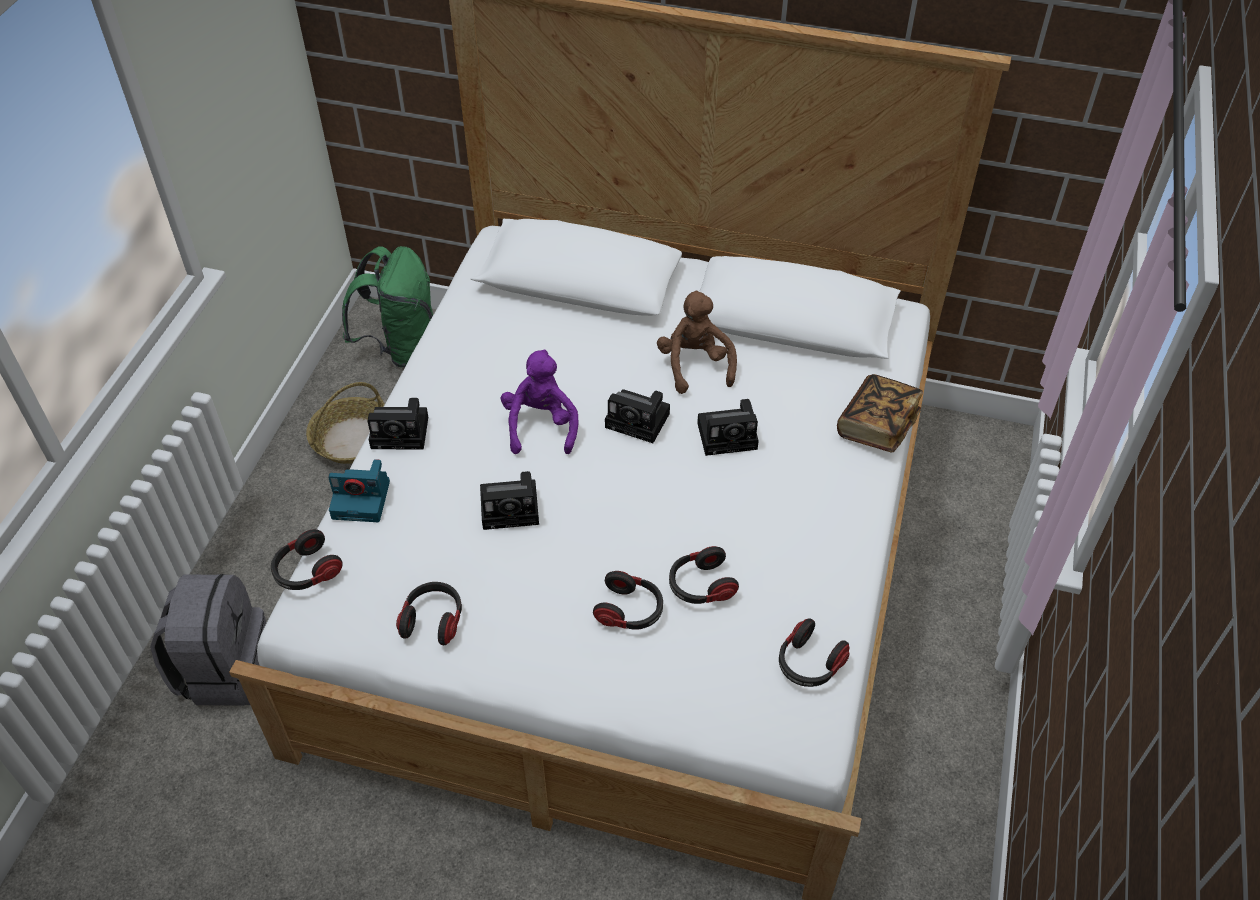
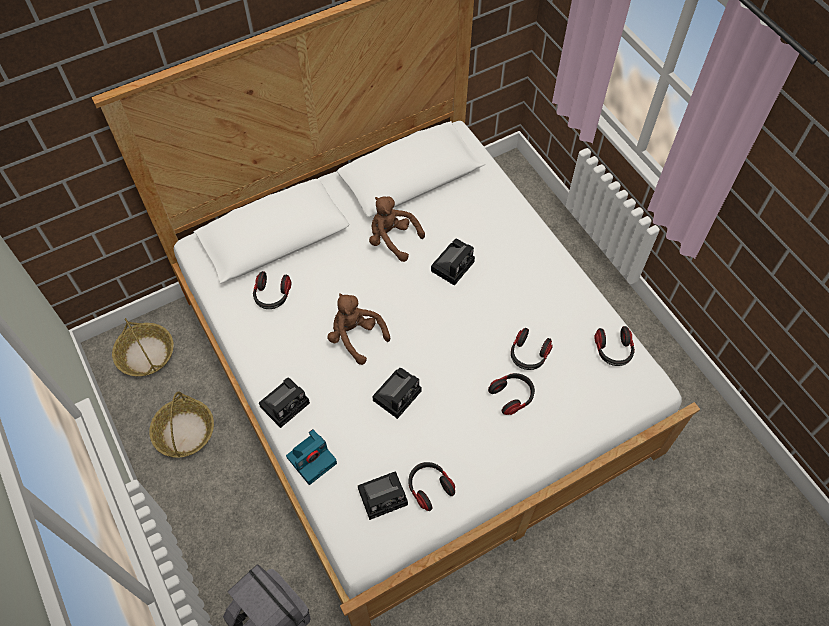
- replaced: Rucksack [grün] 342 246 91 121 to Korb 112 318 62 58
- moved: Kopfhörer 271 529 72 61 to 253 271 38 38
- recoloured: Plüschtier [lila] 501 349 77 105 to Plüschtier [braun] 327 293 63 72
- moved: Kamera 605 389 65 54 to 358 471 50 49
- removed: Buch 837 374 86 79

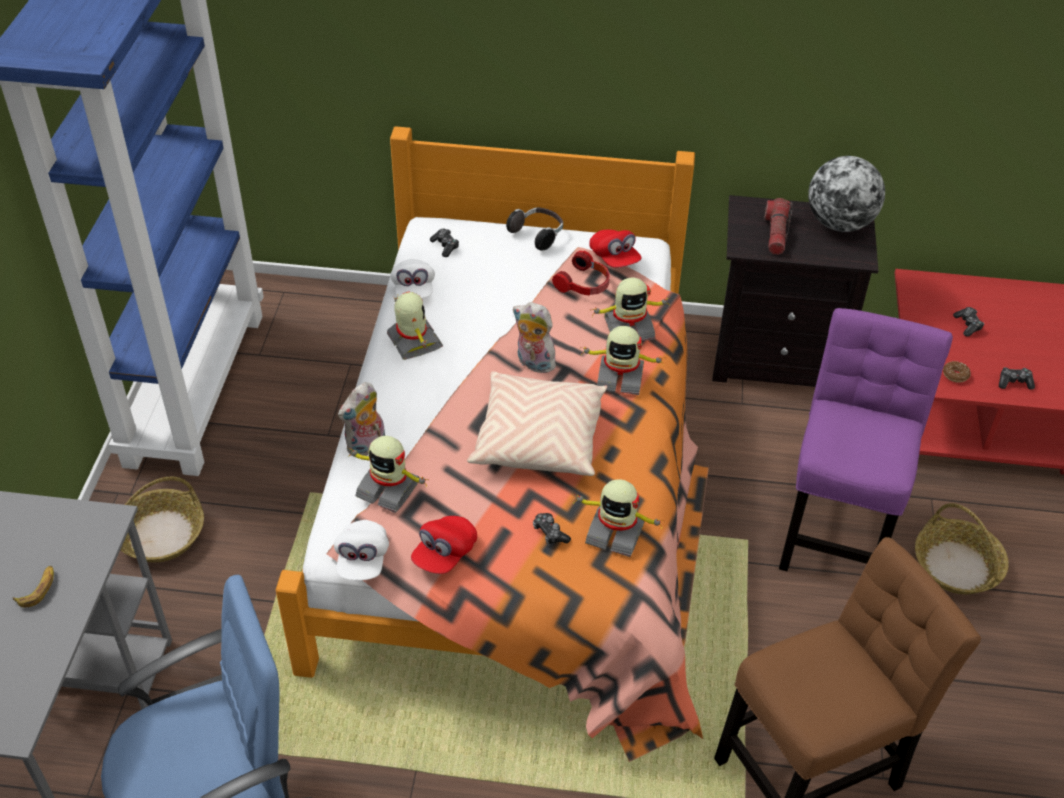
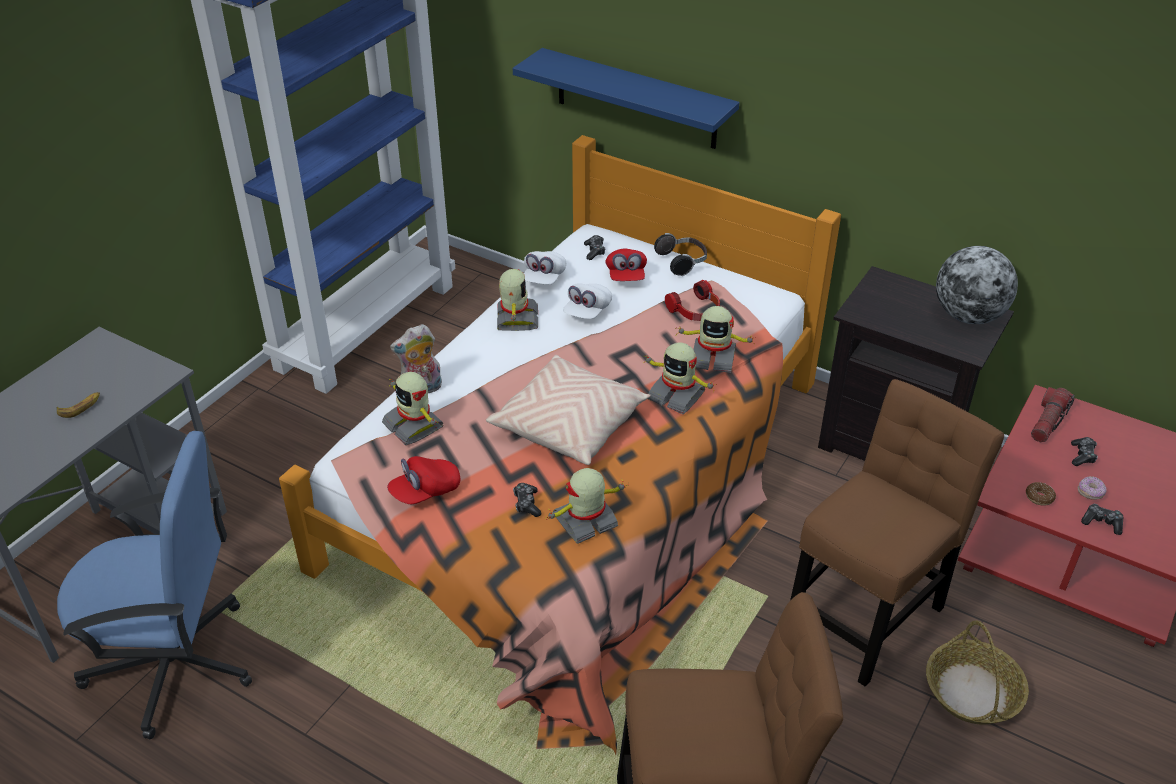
- added: Wandregal [blau] 513 48 226 101
- turned: Spielzeugroboter 574 479 91 78 = 545 468 84 76 105 degrees clockwise
- moved: Kappe [weiß] 334 520 55 60 to 563 283 49 36
- moved: Kappe [rot] 589 229 53 39 to 605 249 42 32
- recoloured: Stuhl [lila] 779 308 174 263 to Stuhl [braun] 790 379 214 308
- moved: Taschenlampe 764 198 29 57 to 1031 387 44 55
- added: Donut 1078 476 29 24
- removed: Korb 121 477 83 86
- removed: Plüschtier 513 302 46 71

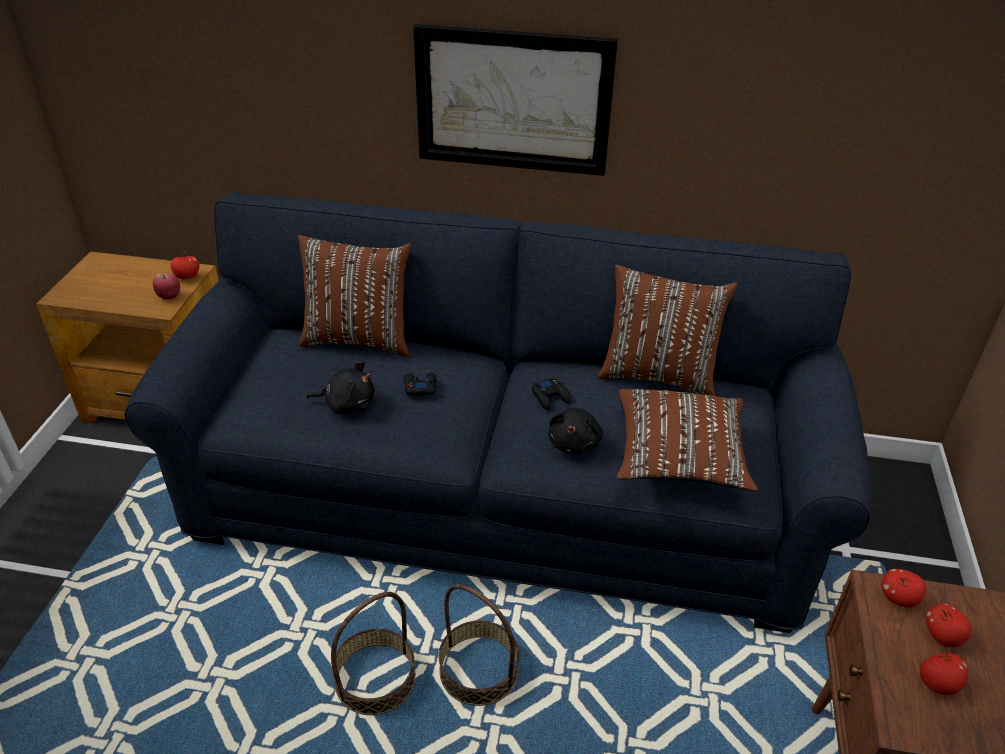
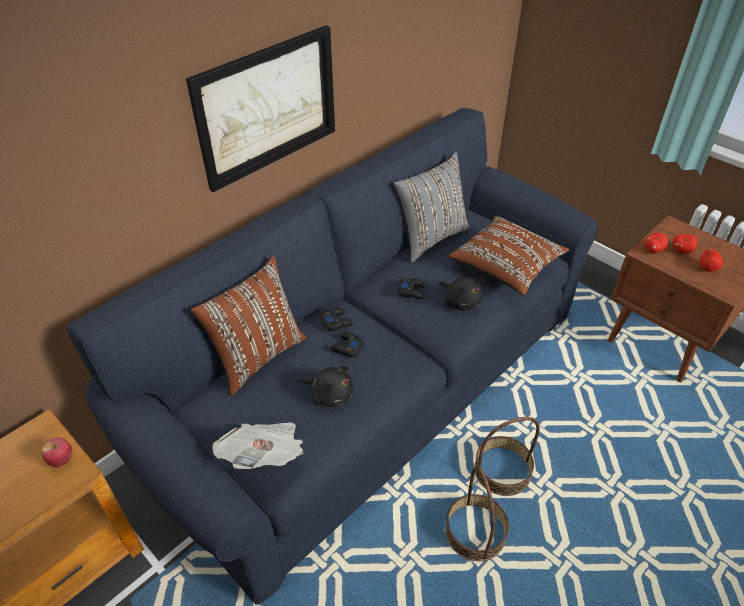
- added: Zeitung 212 422 92 47
- turned: Plüschtier [schwarz] 306 361 69 53 = 298 366 56 41 75 degrees clockwise
- added: Gamepad [schwarz] 320 307 33 24
- recoloured: Kissen [braun] 597 265 140 131 to Kissen [grau] 393 152 77 110
- removed: Apfel 171 252 28 28

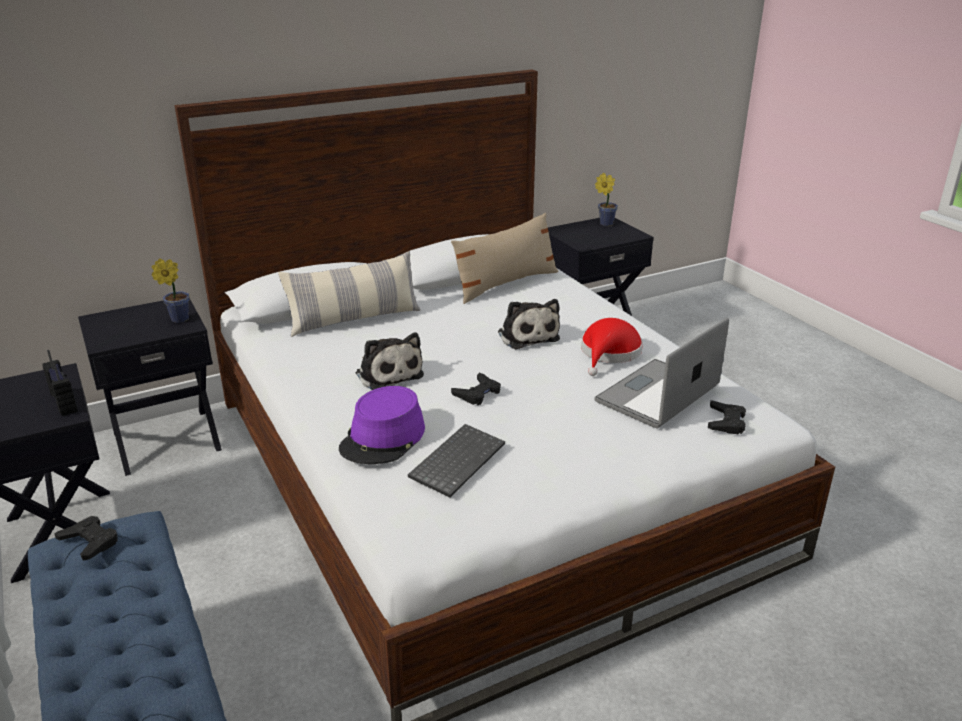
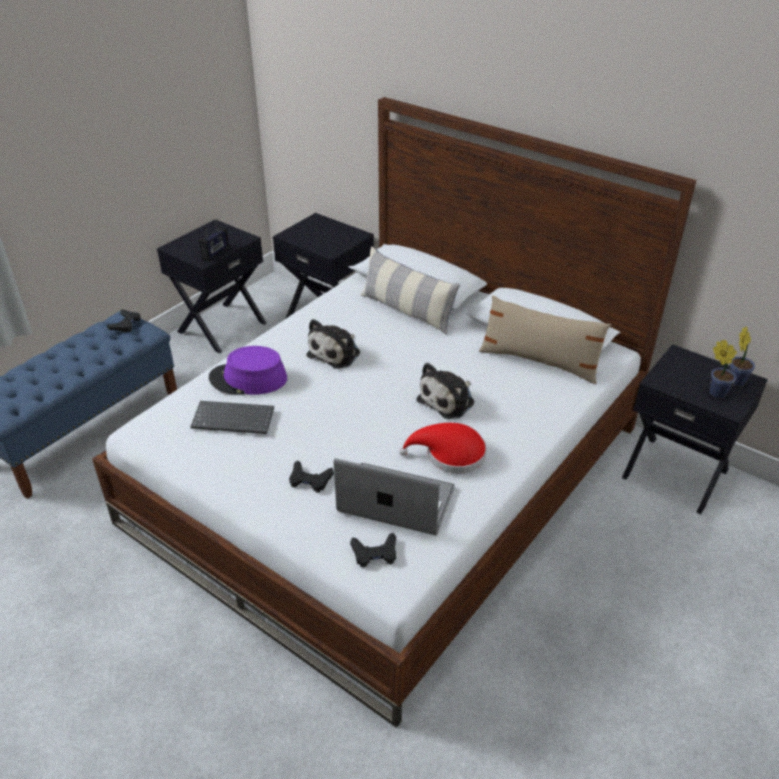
- moved: Gamepad [schwarz] 451 373 50 32 to 289 460 45 33
- moved: Topfpflanze 152 258 38 65 to 710 340 27 58

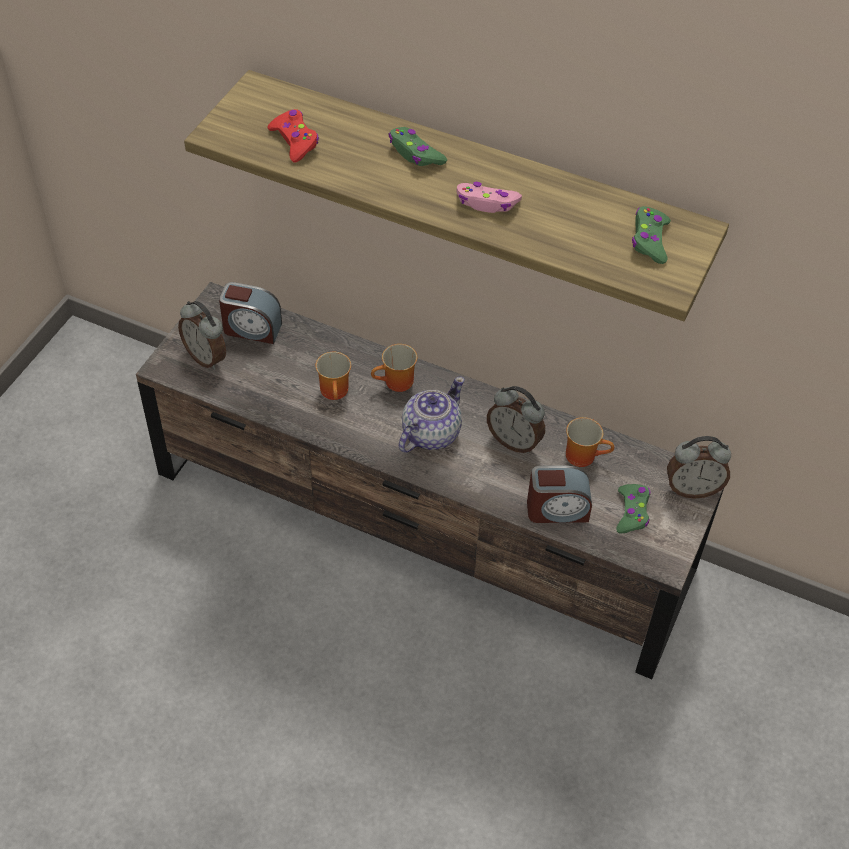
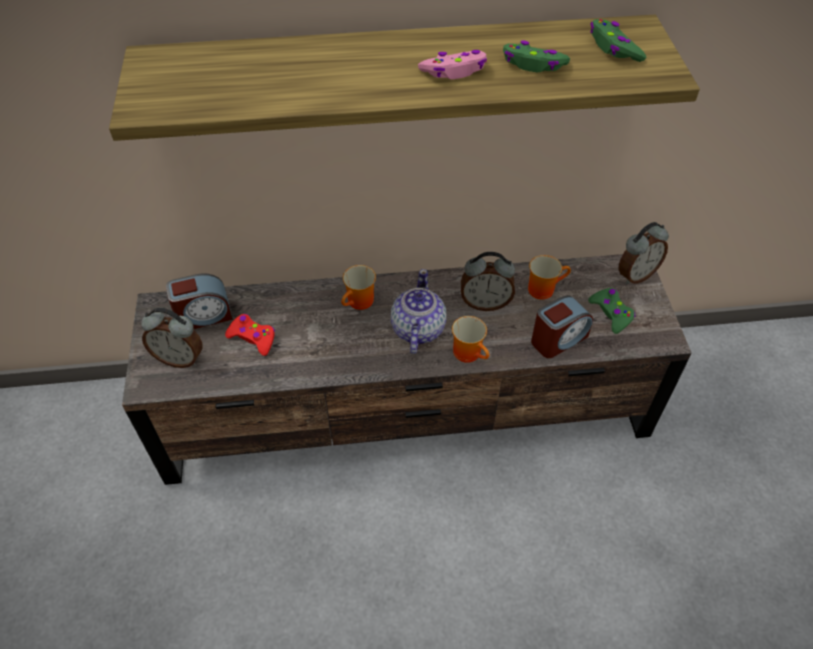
- moved: Gamepad [rot] 267 109 52 54 to 225 314 50 42
- moved: Henkelbecher 315 352 36 48 to 452 316 37 47
- moved: Gamepad [grün] 389 127 58 39 to 503 40 67 32

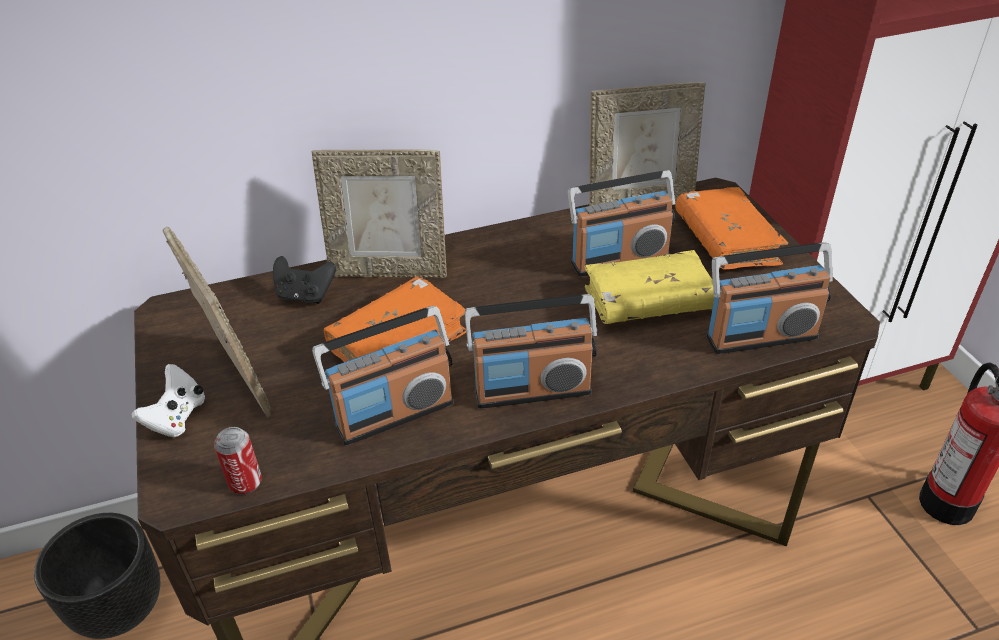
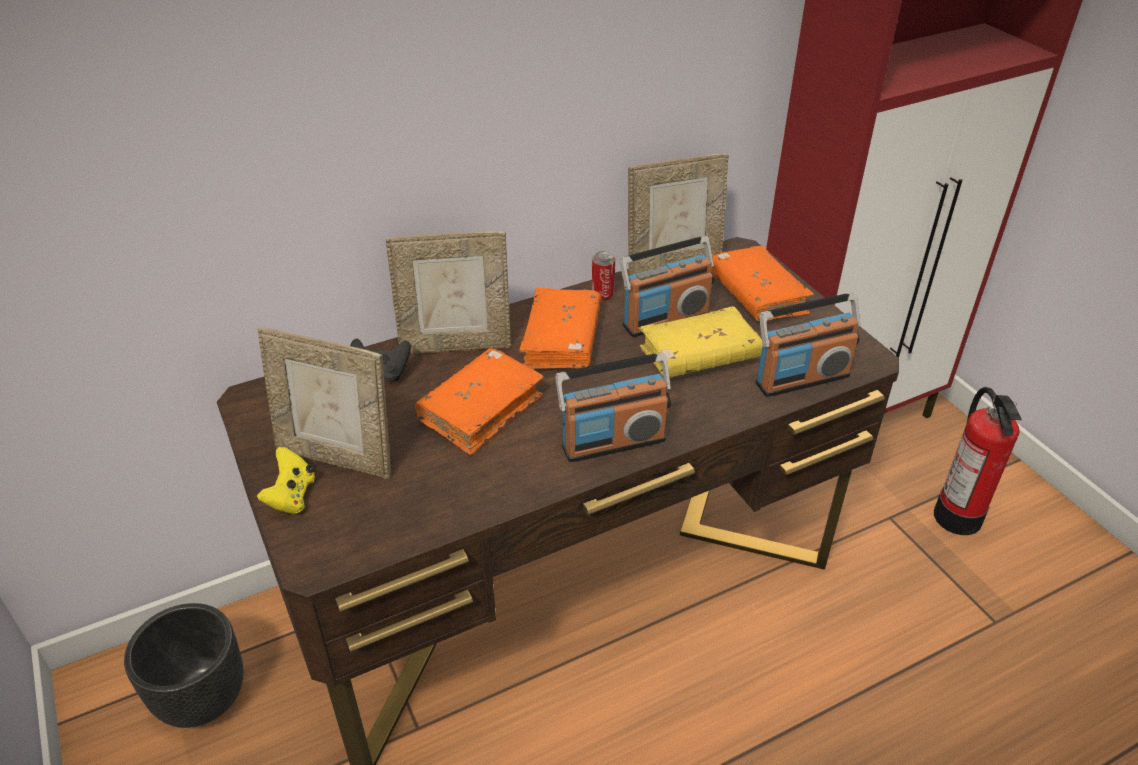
- recoloured: Gamepad [weiß] 131 364 74 73 to Gamepad [gelb] 257 447 58 67
- turned: Bilderrahmen 163 227 109 190 = 258 327 133 152 150 degrees clockwise
- added: Buch [orange] 519 288 82 82
- moved: Dose 214 427 48 68 to 592 251 23 50
- removed: Radio 312 306 142 139

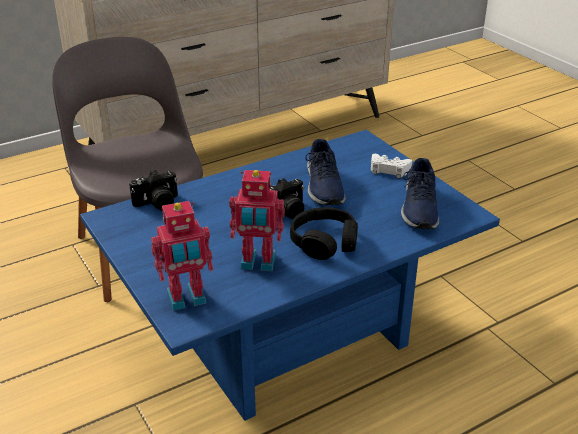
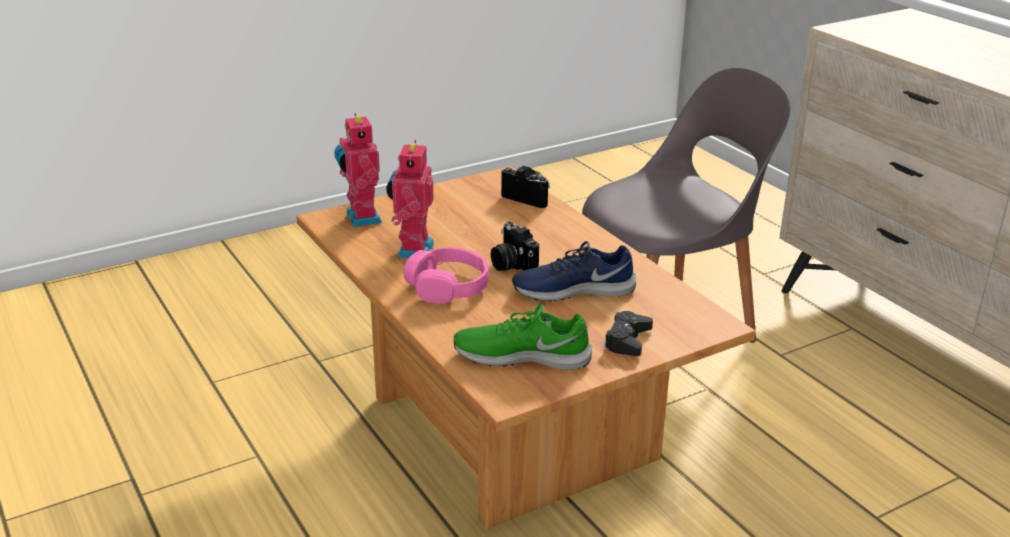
- recoloured: Couchtisch [blau] 80 130 420 291 to Couchtisch [braun] 296 166 459 363
- recoloured: Kopfhörer [schwarz] 290 207 68 53 to Kopfhörer [rosa] 403 247 86 57
- recoloured: Schuh [blau] 401 158 38 71 to Schuh [grün] 454 304 138 66
- turned: Kamera 129 170 49 41 = 501 166 49 42 150 degrees clockwise
- recoloured: Gamepad [weiß] 371 154 41 24 to Gamepad [schwarz] 604 311 49 45

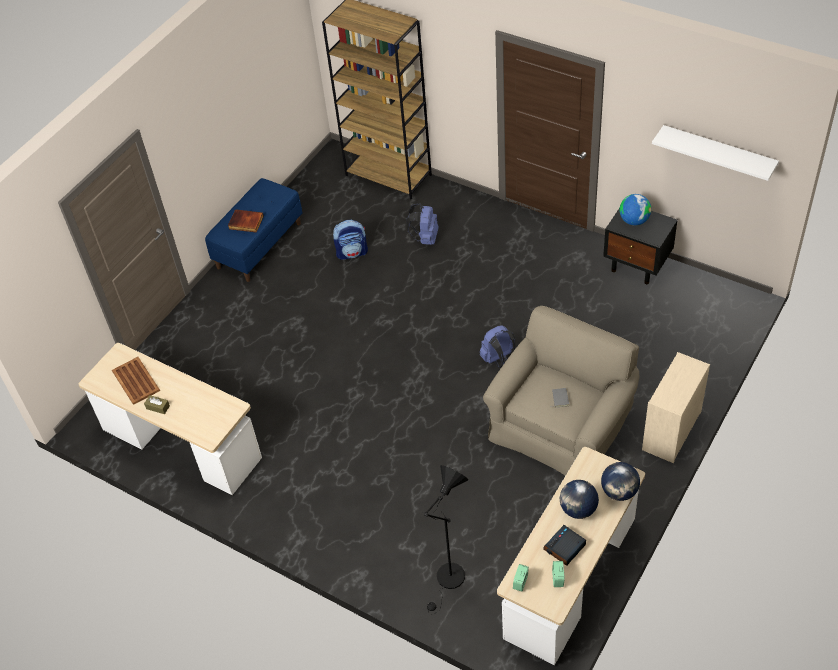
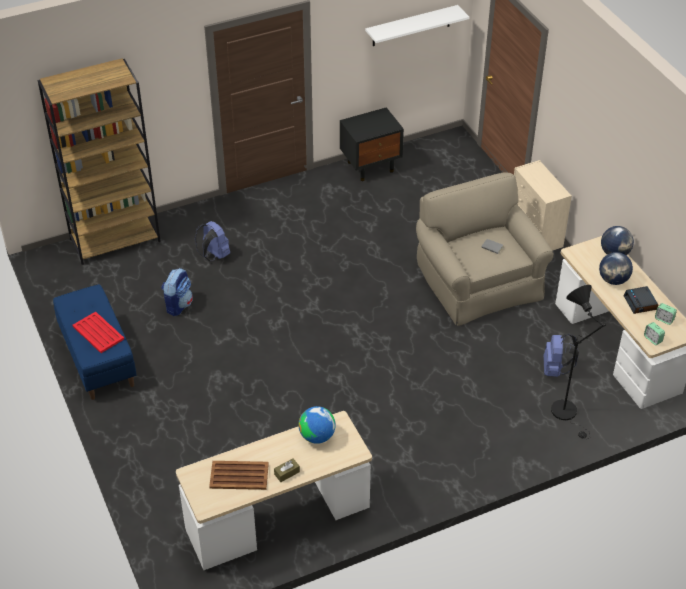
- replaced: Buch 228 209 36 24 to Tablett [rot] 73 312 51 41
- moved: Globus 619 194 32 31 to 298 406 38 38
- moved: Rucksack [blau] 480 325 35 43 to 543 333 36 44

